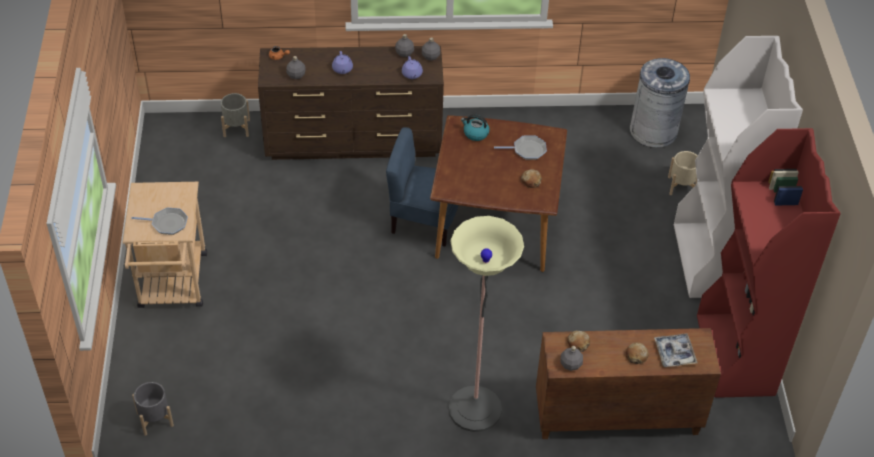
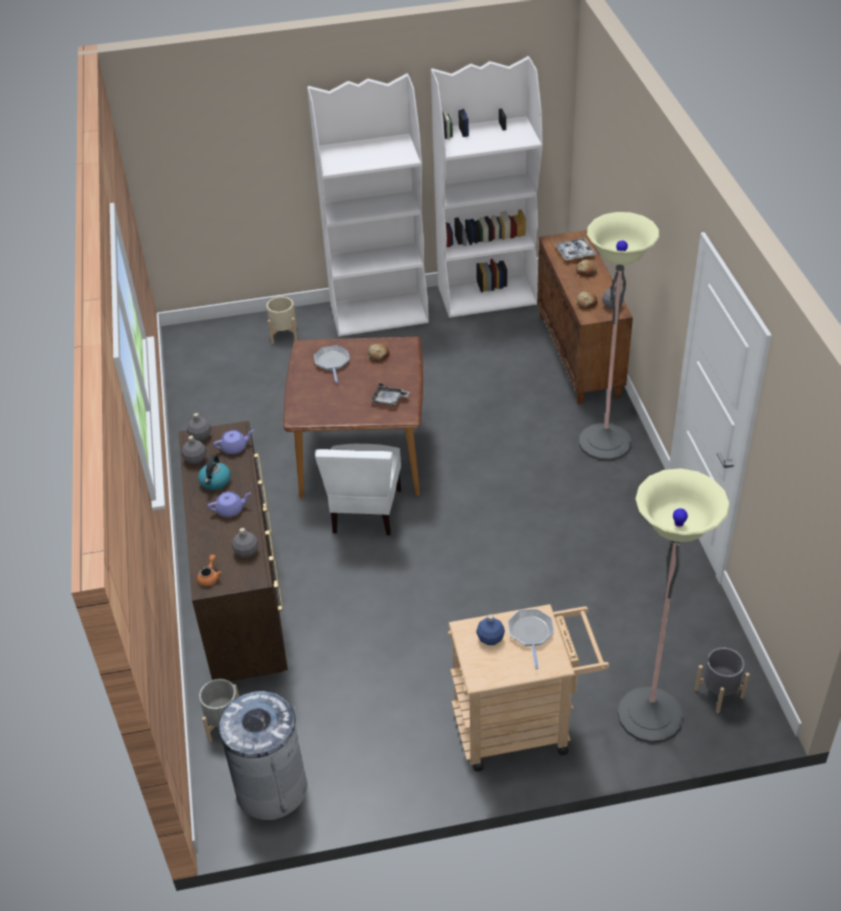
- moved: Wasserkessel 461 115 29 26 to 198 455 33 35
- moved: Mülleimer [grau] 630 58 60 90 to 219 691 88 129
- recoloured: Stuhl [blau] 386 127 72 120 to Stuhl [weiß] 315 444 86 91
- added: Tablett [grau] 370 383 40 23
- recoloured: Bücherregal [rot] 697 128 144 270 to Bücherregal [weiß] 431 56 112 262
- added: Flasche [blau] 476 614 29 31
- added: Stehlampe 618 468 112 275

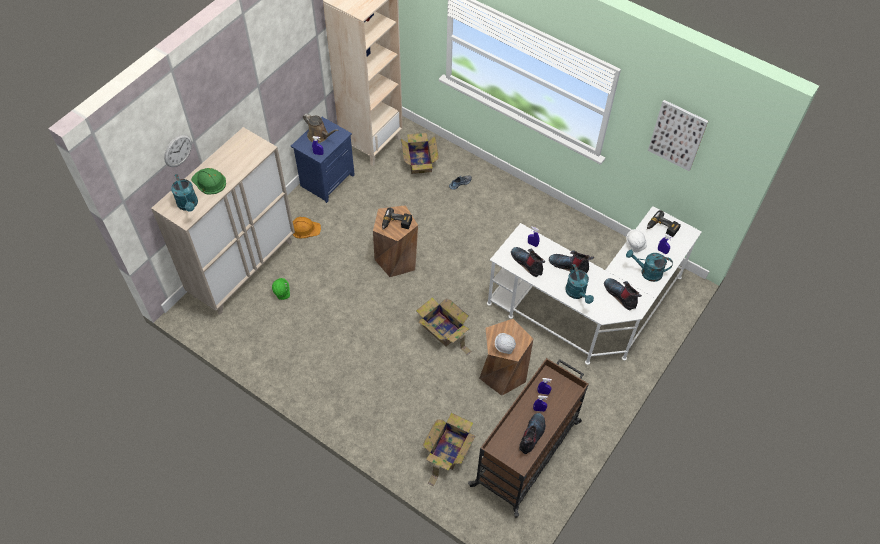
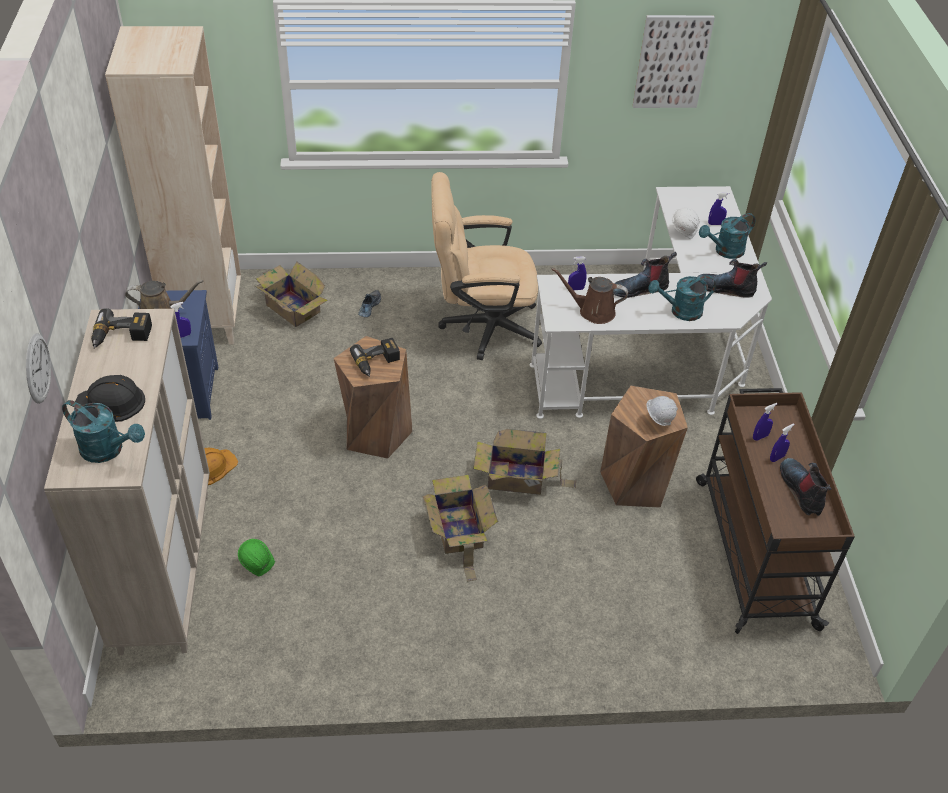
- recoloured: Schutzhelm [grün] 191 168 35 27 to Schutzhelm [schwarz] 74 375 71 47
- moved: Bohrmaschine 647 210 34 27 to 91 308 61 41
- moved: Karton 422 413 53 73 to 423 475 75 106
- added: Bürostuhl [beige] 431 172 111 188
- replaced: Stiefel 511 247 34 30 to Gießkanne [braun] 551 268 77 56
- turned: Gießkanne [türkis] 566 264 28 40 = 649 275 67 46 135 degrees clockwise

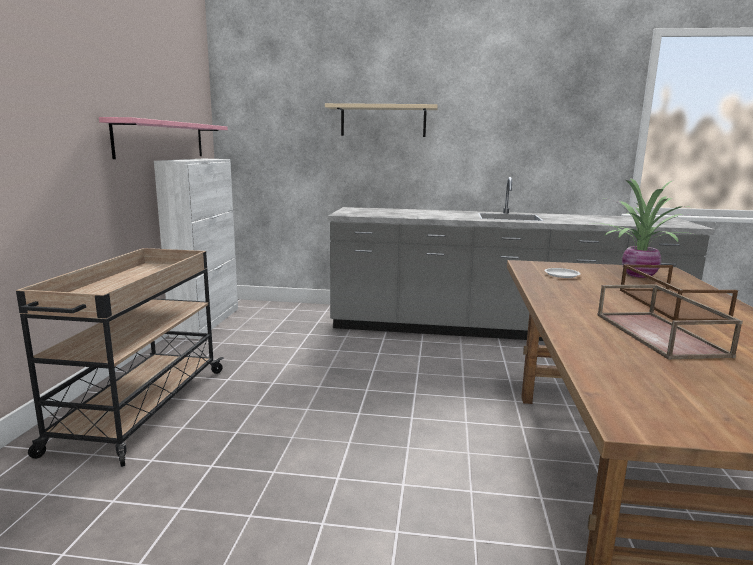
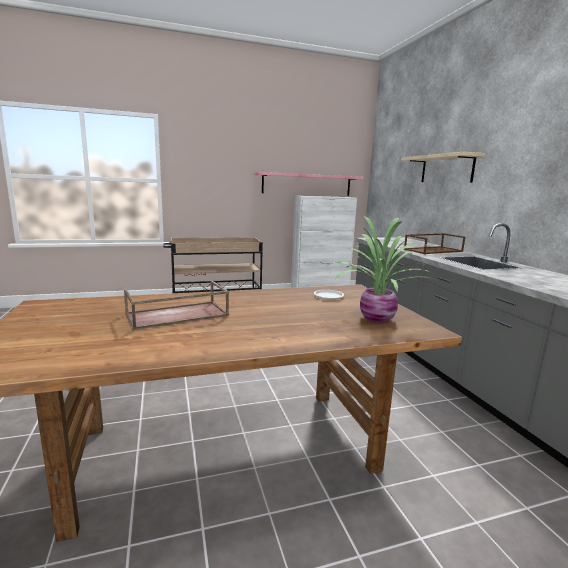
- moved: Tablett [braun] 620 264 118 57 to 404 233 61 21

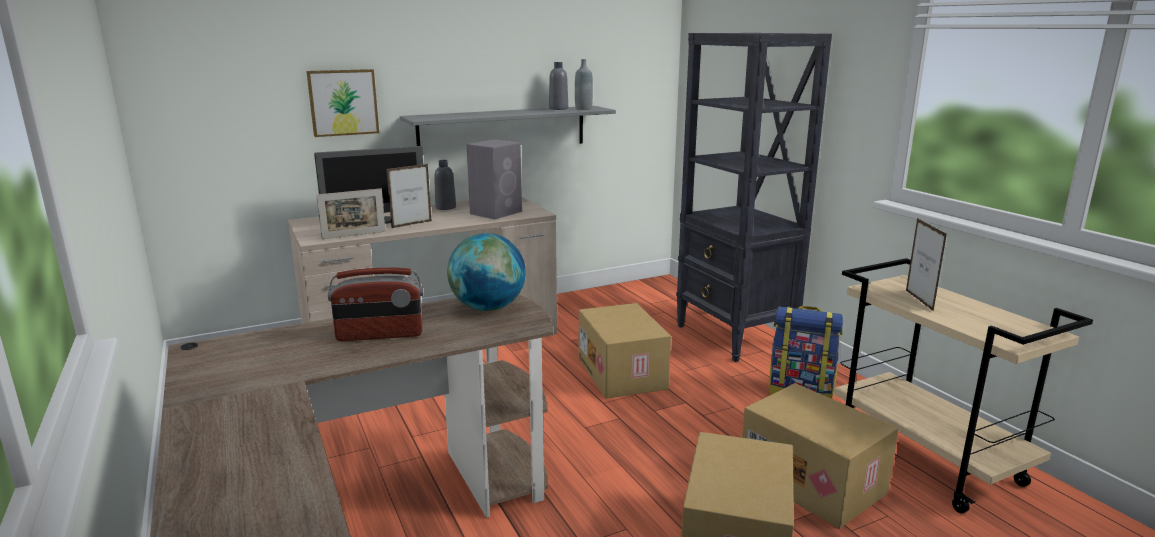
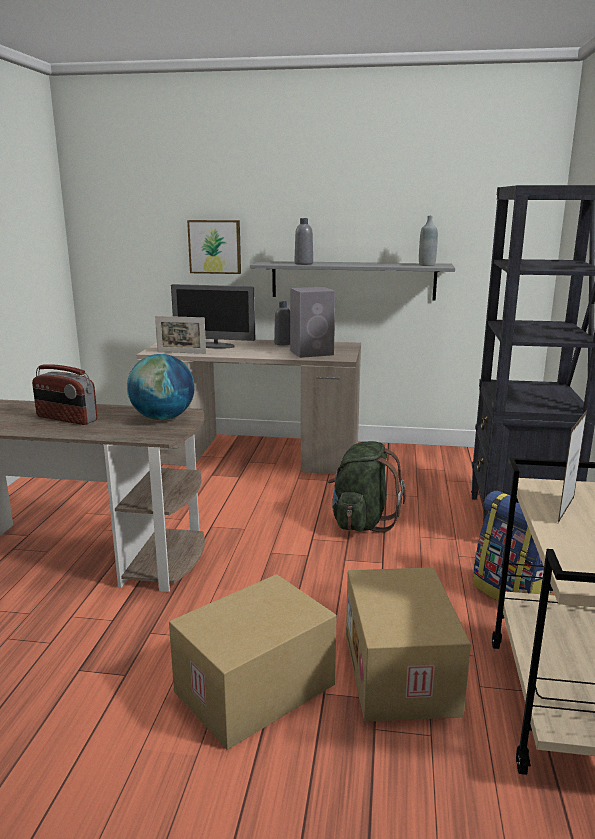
- moved: Flasche [grau] 549 62 19 48 to 295 218 18 47
- replaced: Karton 579 303 92 96 to Rucksack [grün] 328 441 78 91
- removed: Bilderrahmen 387 164 45 64

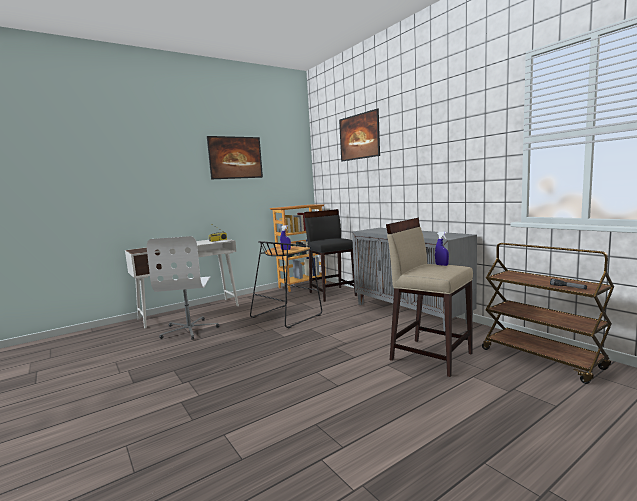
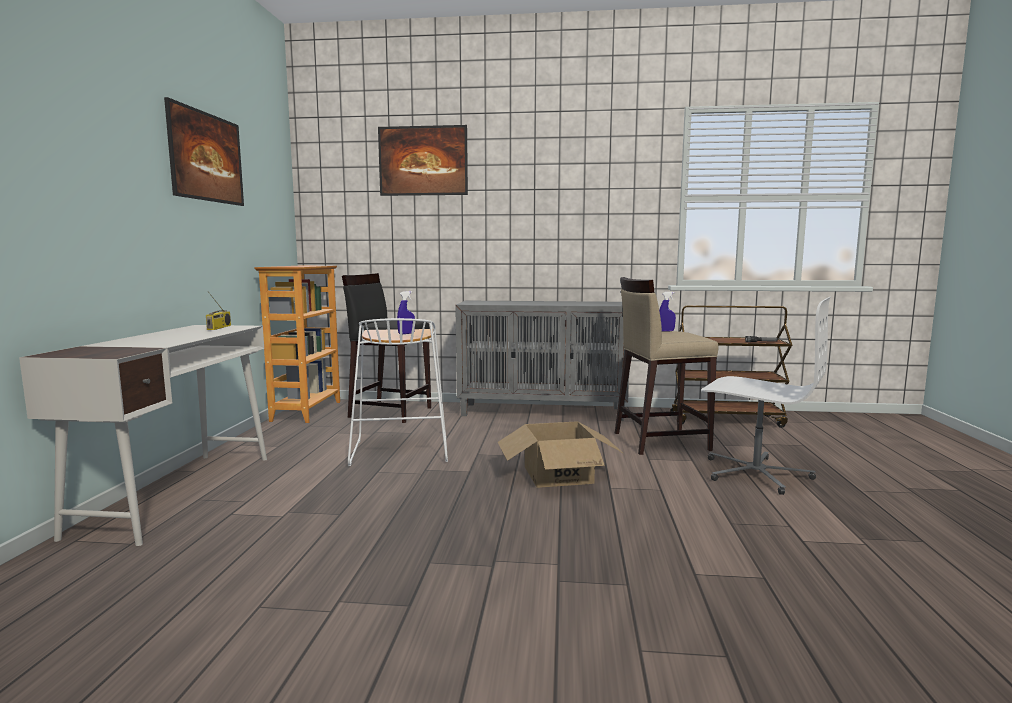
- recoloured: Hocker [schwarz] 250 241 72 88 to Hocker [weiß] 348 318 100 148
- added: Karton 498 421 125 67
- moved: Bürostuhl [weiß] 147 236 73 104 to 701 297 130 198

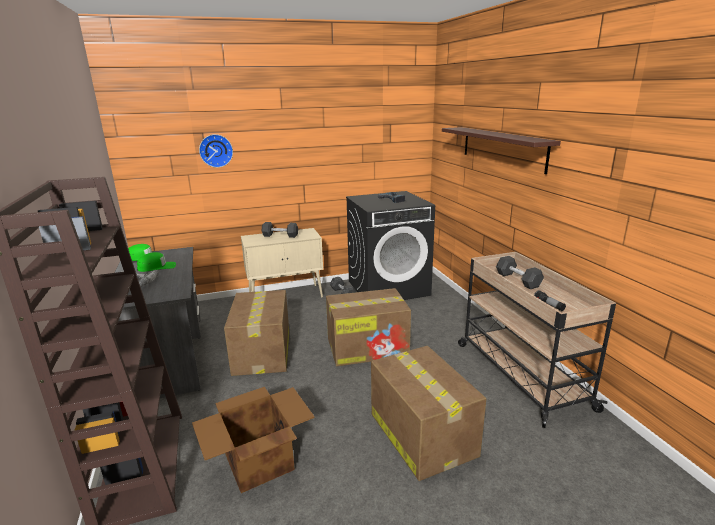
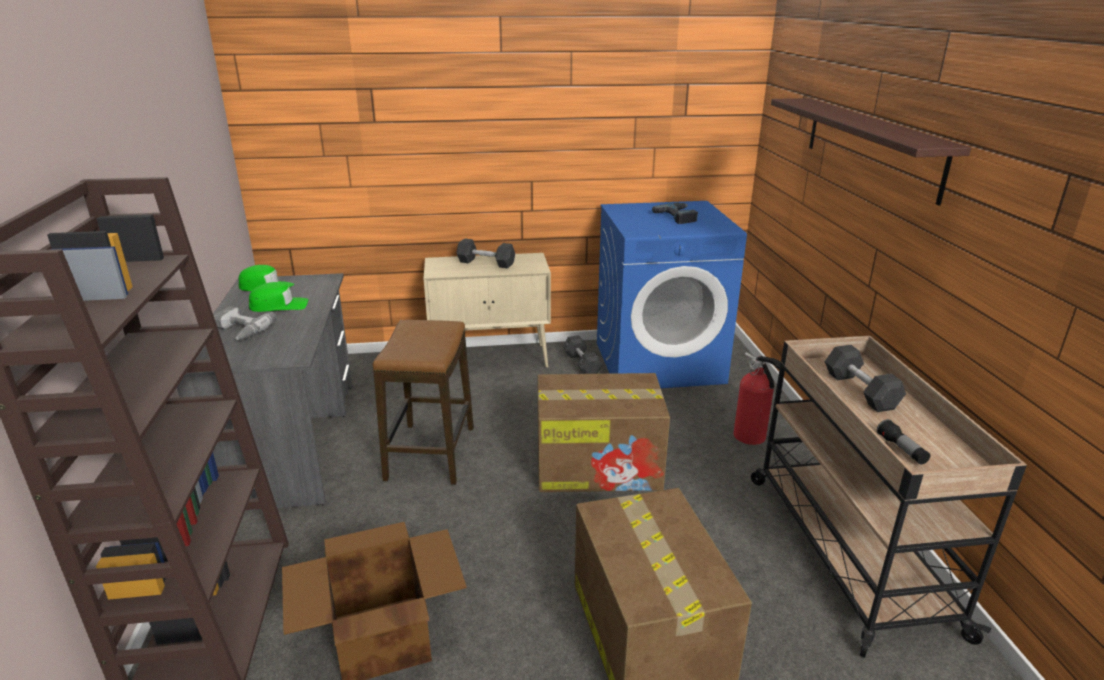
- replaced: Karton 224 290 65 86 to Hocker 373 320 101 165
- recoloured: Waschmaschine [schwarz] 346 191 89 109 to Waschmaschine [blau] 597 201 150 187
- added: Feuerlöscher 733 353 48 92
- removed: Wanduhr 199 134 34 34

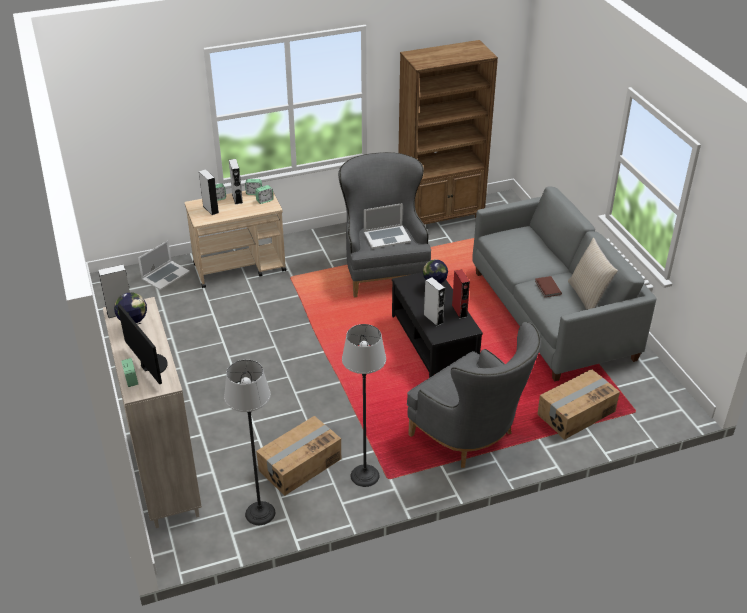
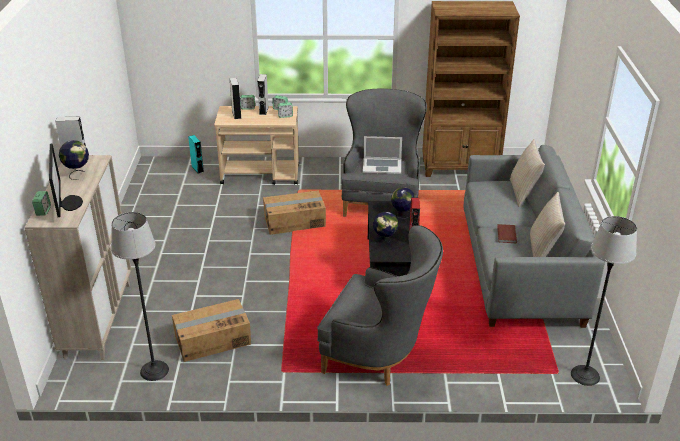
- replaced: Laptop 138 240 52 50 to Lautsprecher [türkis] 188 135 16 39
- moved: Karton 537 369 83 71 to 263 190 63 45
- turned: Sessel [grau] 407 322 134 146 = 317 225 126 161 45 degrees counterclockwise
- replaced: Lautsprecher [grau] 424 277 21 49 to Globus 373 212 25 32
- added: Kissen [beige] 510 139 35 68
- moved: Stehlampe 342 324 44 163 to 571 216 66 170

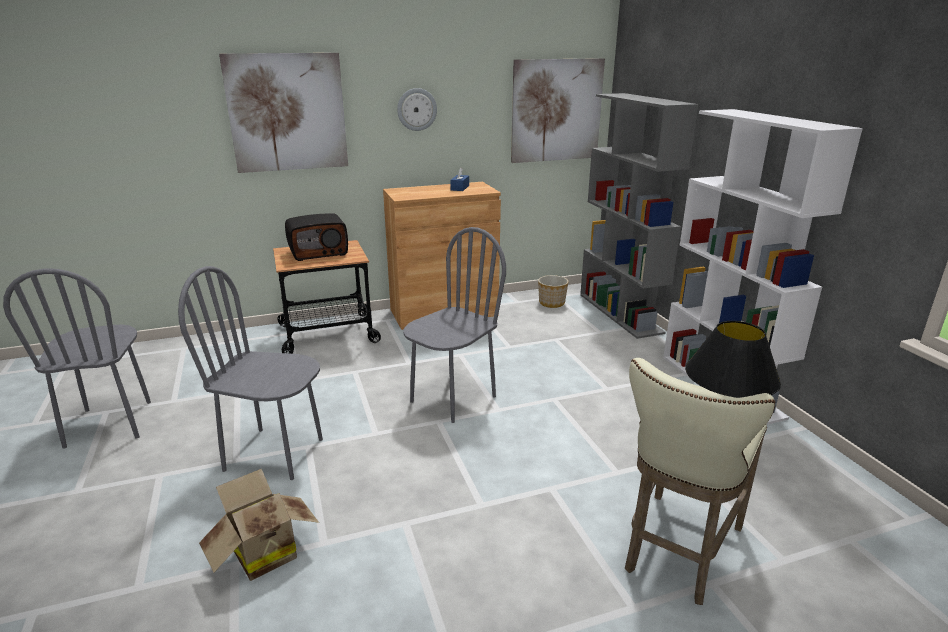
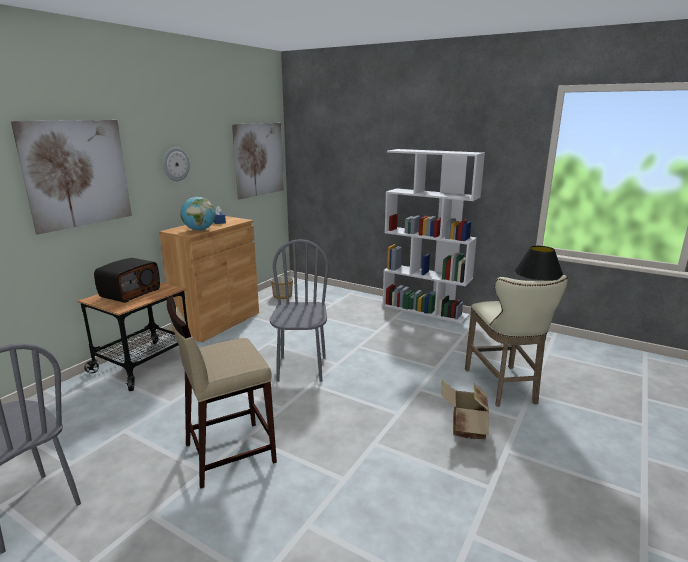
- replaced: Stuhl [grau] 178 266 145 214 to Hocker [beige] 167 296 110 193
- added: Globus 180 197 36 34
- moved: Karton 199 469 120 112 to 441 380 48 59
- removed: Bücherregal [grau] 580 93 119 246

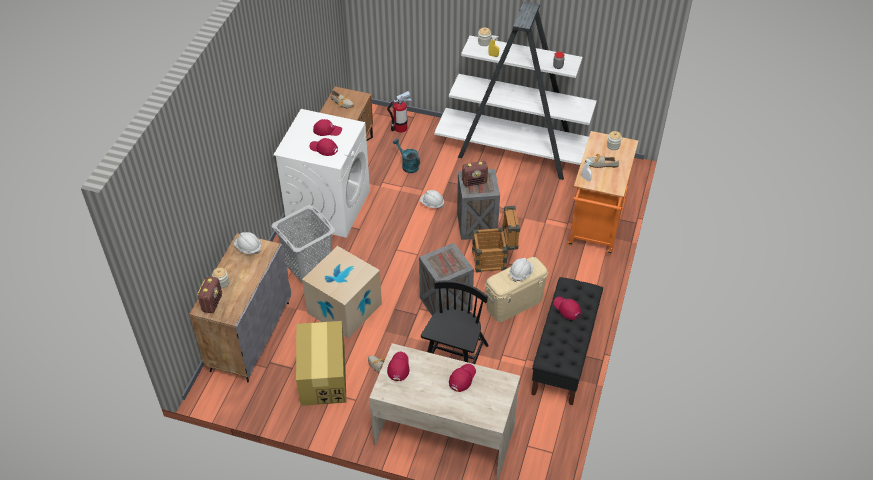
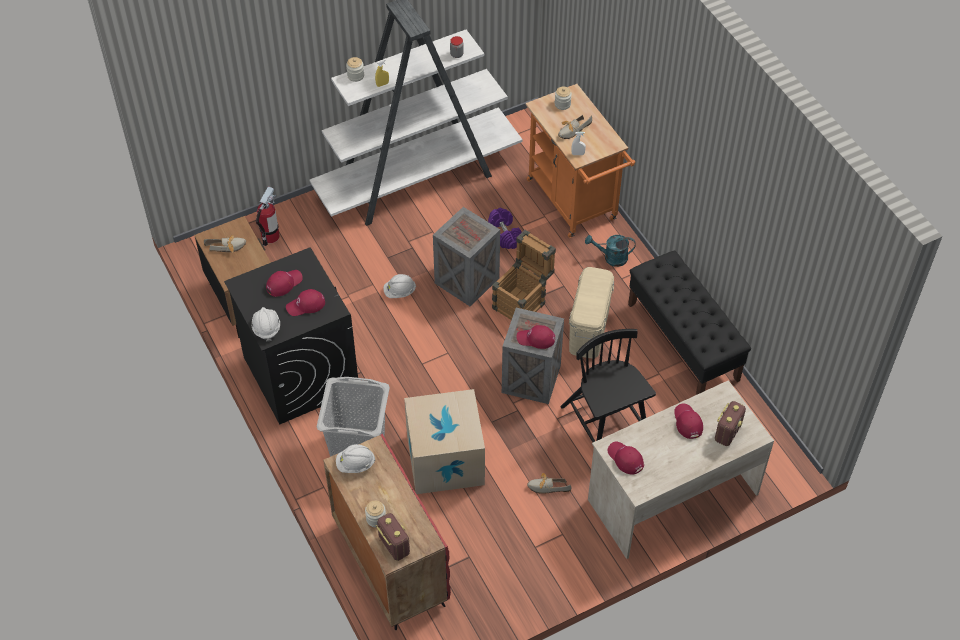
- recoloured: Waschmaschine [weiß] 274 109 96 129 to Waschmaschine [schwarz] 224 247 134 178
- moved: Schutzhelm [weiß] 509 258 25 24 to 252 307 28 35
- recoloured: Schrank [grau] 189 233 102 149 to Schrank [rot] 323 434 128 196
- added: Hantel [lila] 488 208 34 41
- moved: Kappe [rot] 553 297 28 23 to 516 325 39 24
- moved: Gießkanne [türkis] 393 139 27 34 to 585 235 51 32
- moved: Radio 462 161 26 26 to 715 401 31 45
- removed: Karton 296 321 51 85

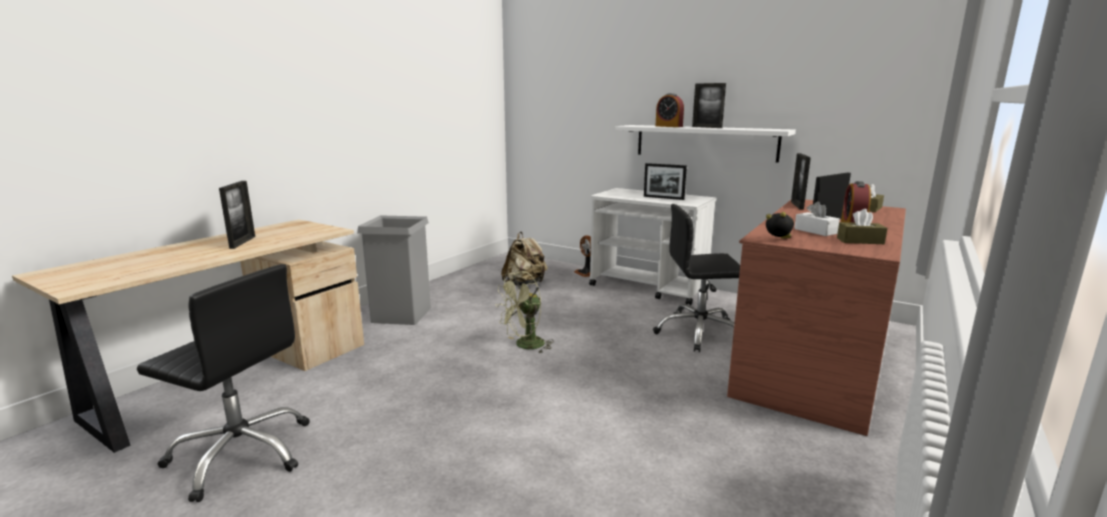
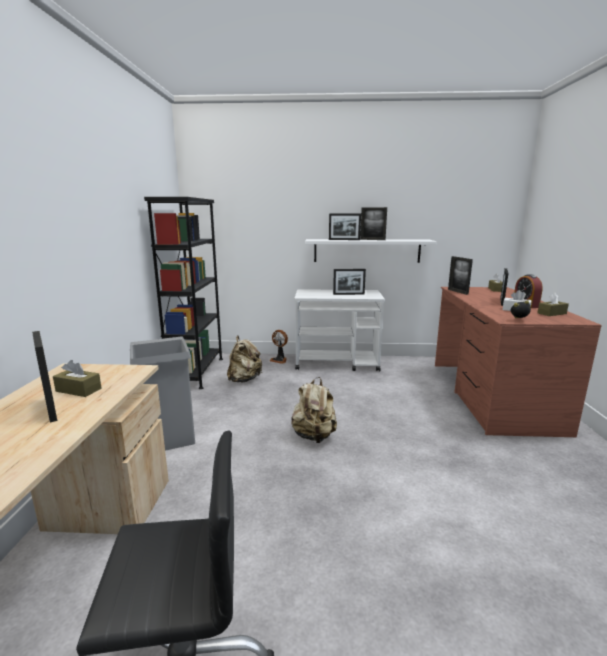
- added: Taschentuchbox [braun] 53 360 49 37
- added: Bücherregal [schwarz] 144 197 79 192
- replaced: Ventilator [grün] 495 271 59 83 to Rucksack [beige] 291 377 46 66
- replaced: Wecker 656 93 28 34 to Bilderrahmen 329 214 32 26
- removed: Bürostuhl [schwarz] 653 204 87 148

